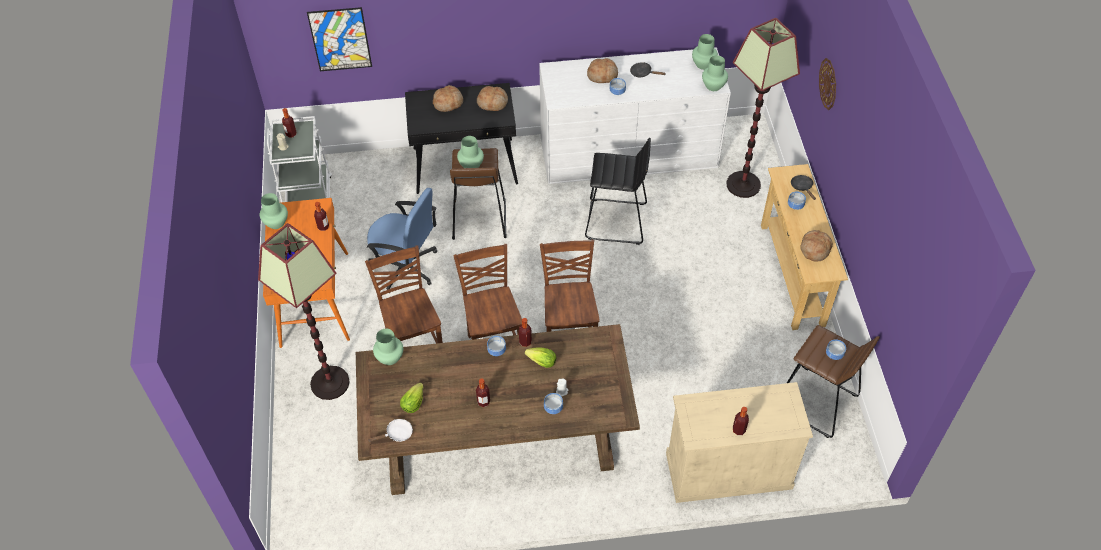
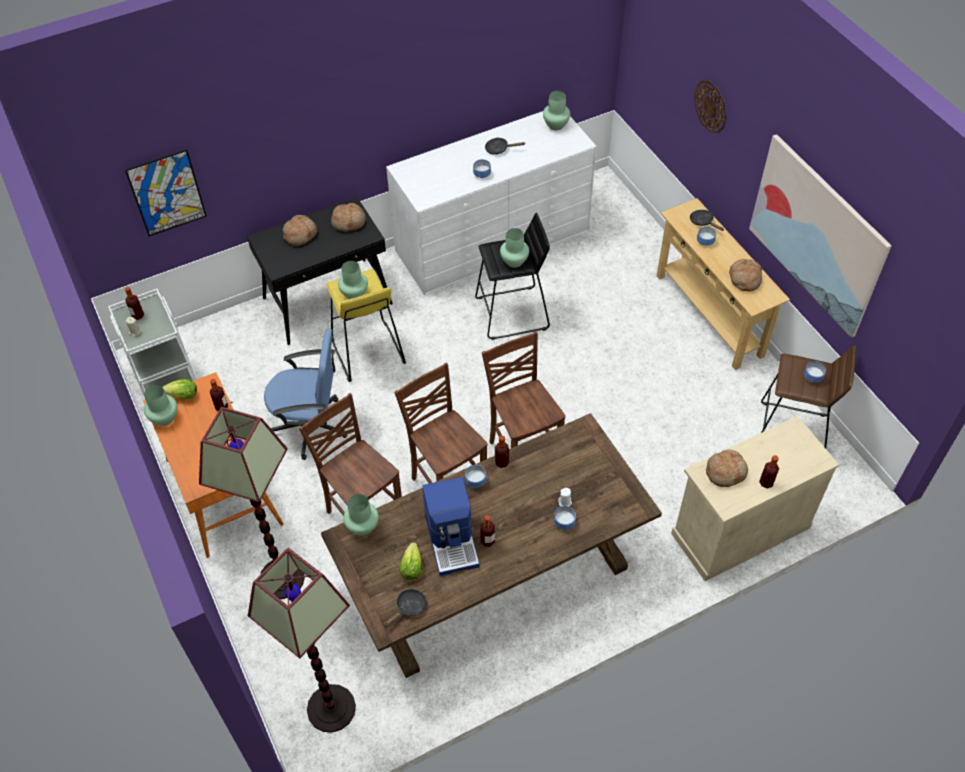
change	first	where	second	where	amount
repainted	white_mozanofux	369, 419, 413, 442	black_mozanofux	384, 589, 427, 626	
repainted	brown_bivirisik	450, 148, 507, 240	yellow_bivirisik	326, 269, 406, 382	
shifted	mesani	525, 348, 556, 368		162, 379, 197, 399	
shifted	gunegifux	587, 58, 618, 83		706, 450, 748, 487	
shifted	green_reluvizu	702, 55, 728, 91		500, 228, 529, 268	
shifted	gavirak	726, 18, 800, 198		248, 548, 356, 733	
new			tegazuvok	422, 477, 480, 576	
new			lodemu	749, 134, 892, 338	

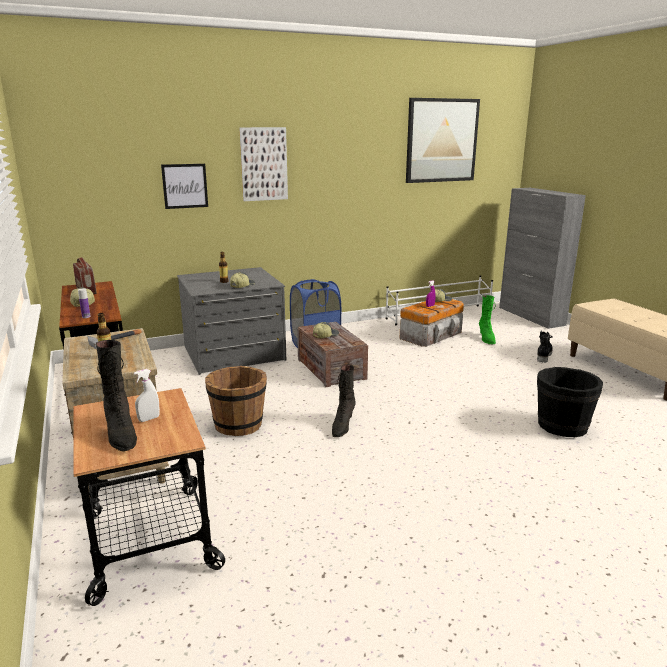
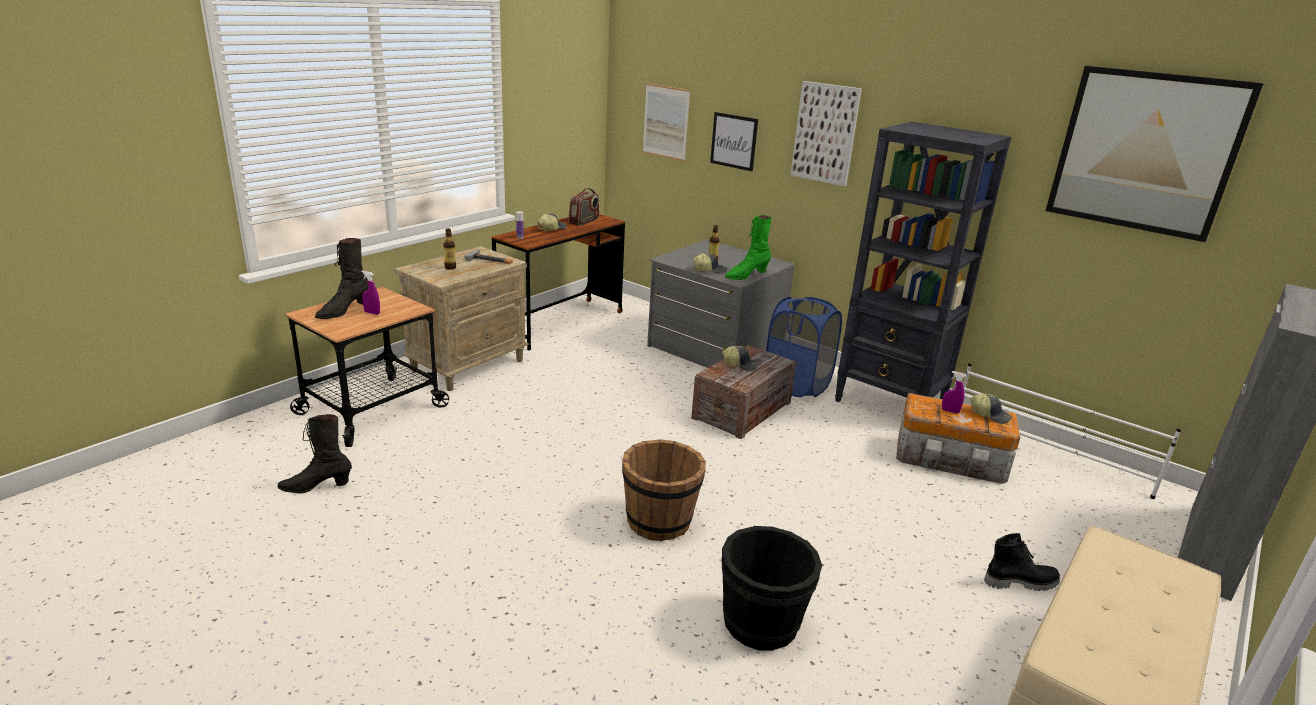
change	first	where	second	where	amount
repainted	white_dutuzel	134, 369, 160, 422	purple_dutuzel	361, 271, 380, 315	
shifted	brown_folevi	205, 366, 267, 436		622, 439, 706, 541	
shifted	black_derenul	332, 365, 356, 437		278, 414, 352, 493	
shifted	green_derenul	479, 295, 496, 344		725, 215, 772, 280	
new			lodemu	643, 84, 690, 161	
new			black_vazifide	835, 122, 1011, 402	

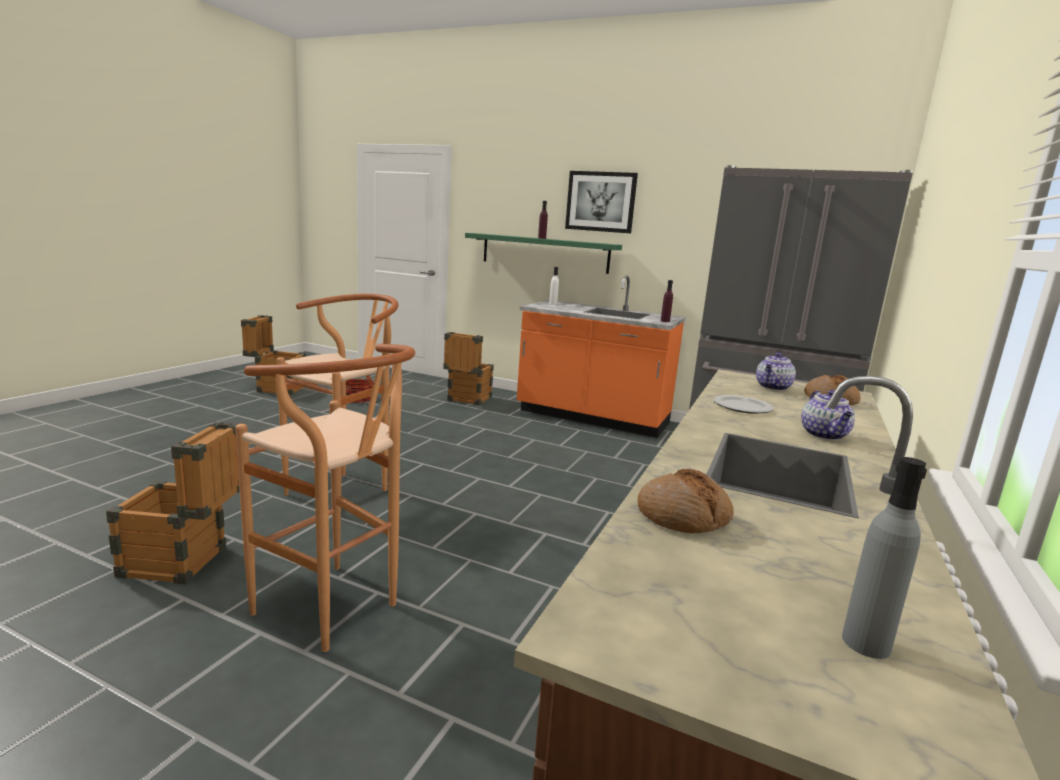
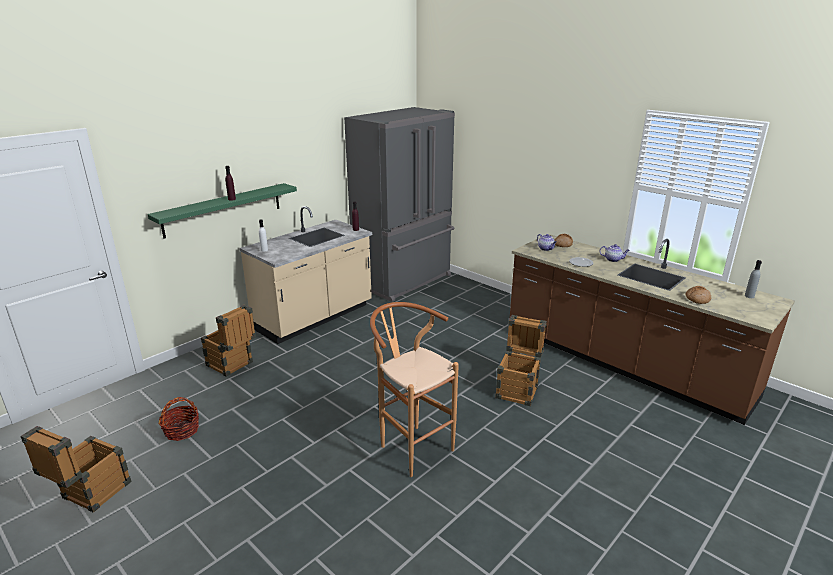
change	first	where	second	where	amount
shifted	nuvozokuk	106, 422, 240, 584		495, 315, 547, 406	
gone	brown_bivirisik	235, 344, 415, 652			
repainted	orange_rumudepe	517, 275, 686, 438	beige_rumudepe	239, 206, 372, 344	
gone	lodemu	565, 171, 638, 233			

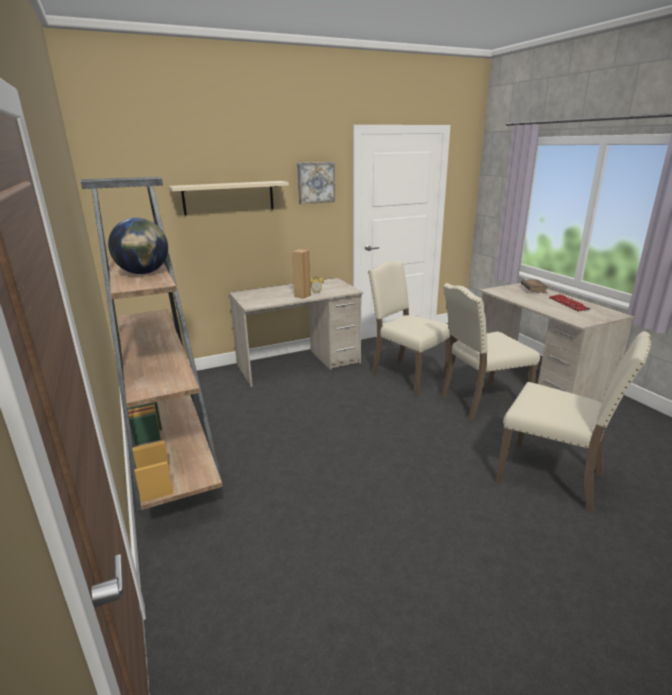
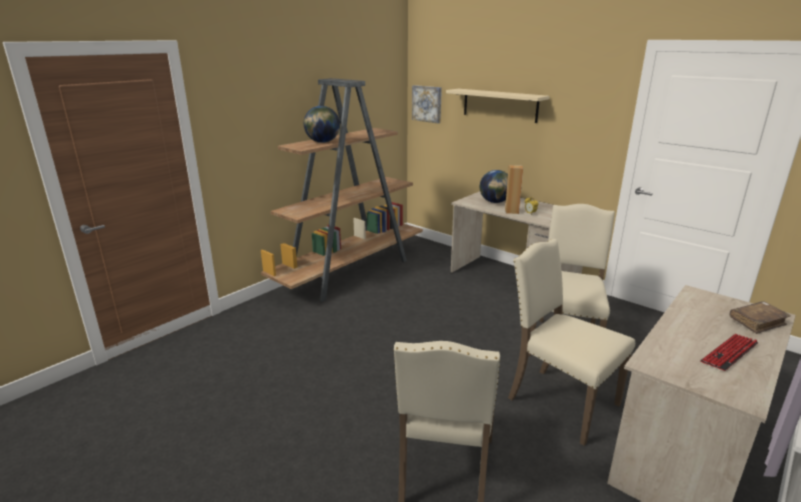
change	first	where	second	where	amount
shifted	lodemu	297, 162, 335, 204		412, 85, 442, 123	
new			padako	480, 170, 508, 203	

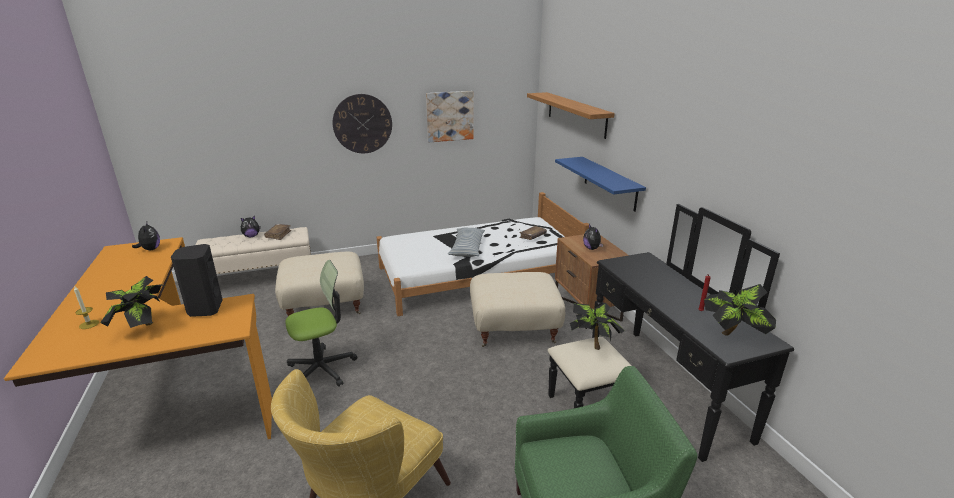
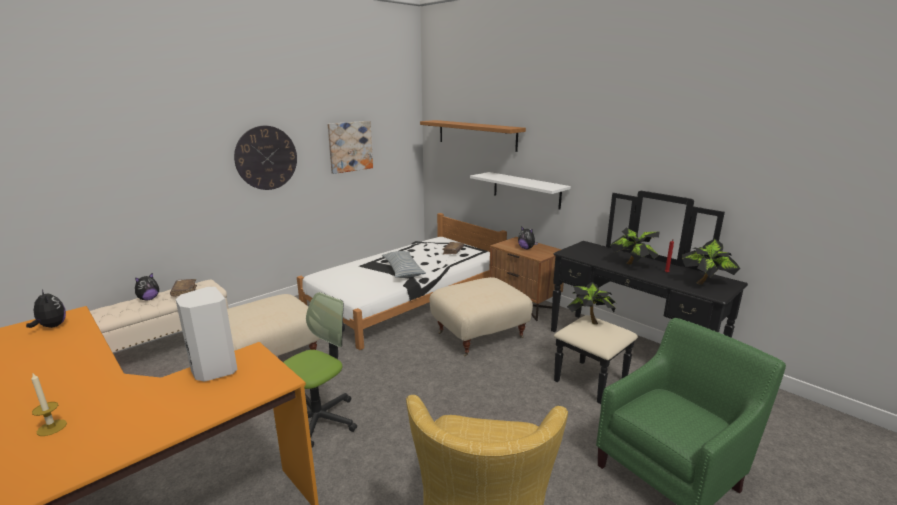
change	first	where	second	where	amount
shifted	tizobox	100, 276, 165, 328		610, 228, 659, 265	
repainted	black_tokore	171, 244, 223, 317	white_tokore	176, 287, 238, 382	
repainted	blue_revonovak	555, 157, 646, 212	white_revonovak	470, 172, 571, 209	

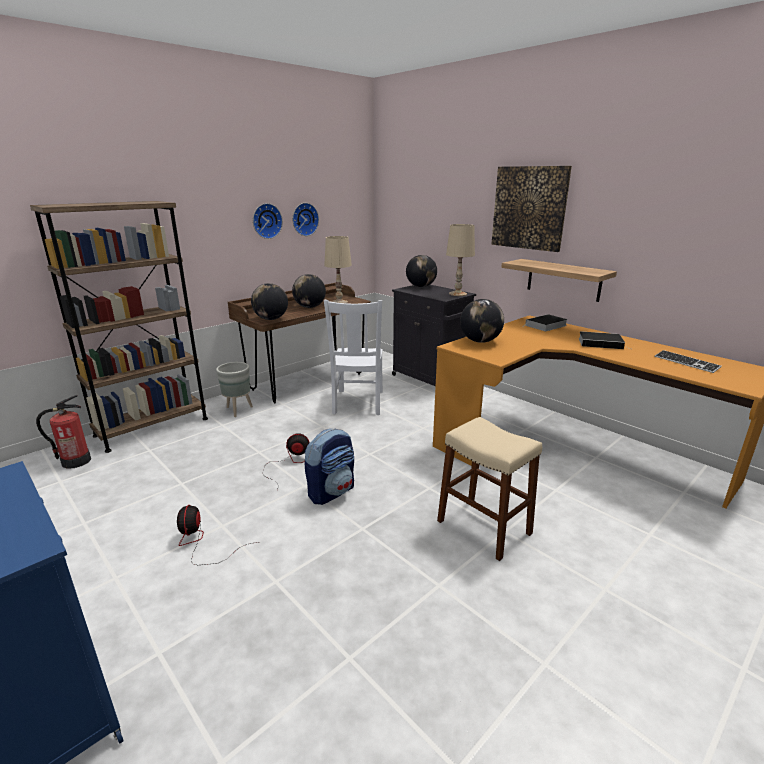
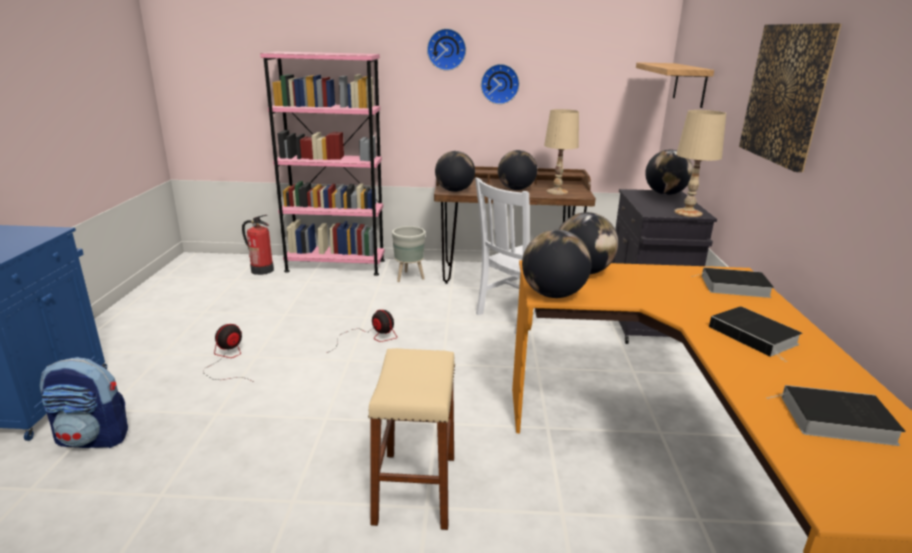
change	first	where	second	where	amount
repainted	brown_vazifide	30, 201, 208, 453	pink_vazifide	260, 52, 385, 276	
shifted	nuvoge	292, 203, 319, 236		427, 28, 466, 71	
shifted	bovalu	305, 428, 354, 505		40, 357, 128, 448	
shifted	revonovak	501, 259, 617, 302		636, 62, 714, 108	
swapped	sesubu	655, 350, 722, 373	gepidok	766, 385, 906, 446	
new			padako	522, 230, 592, 298	

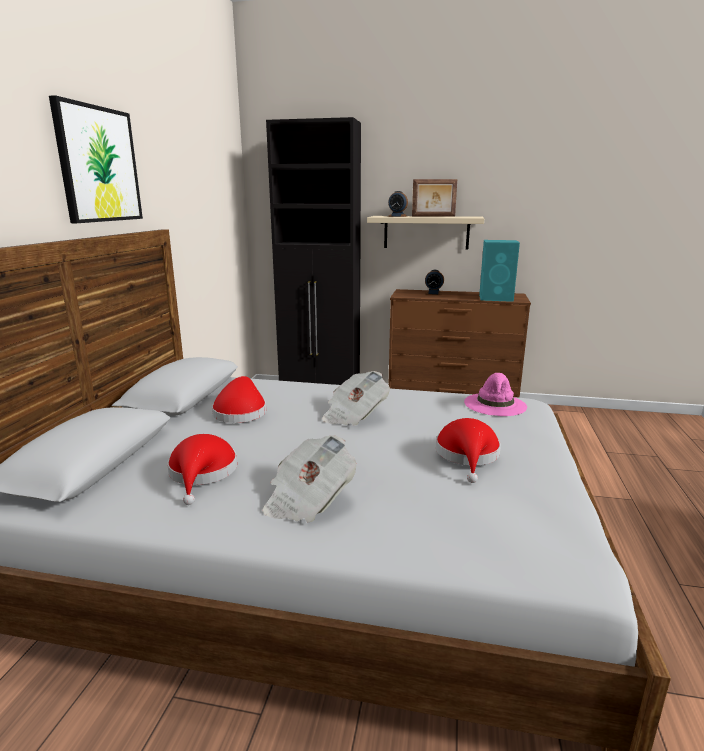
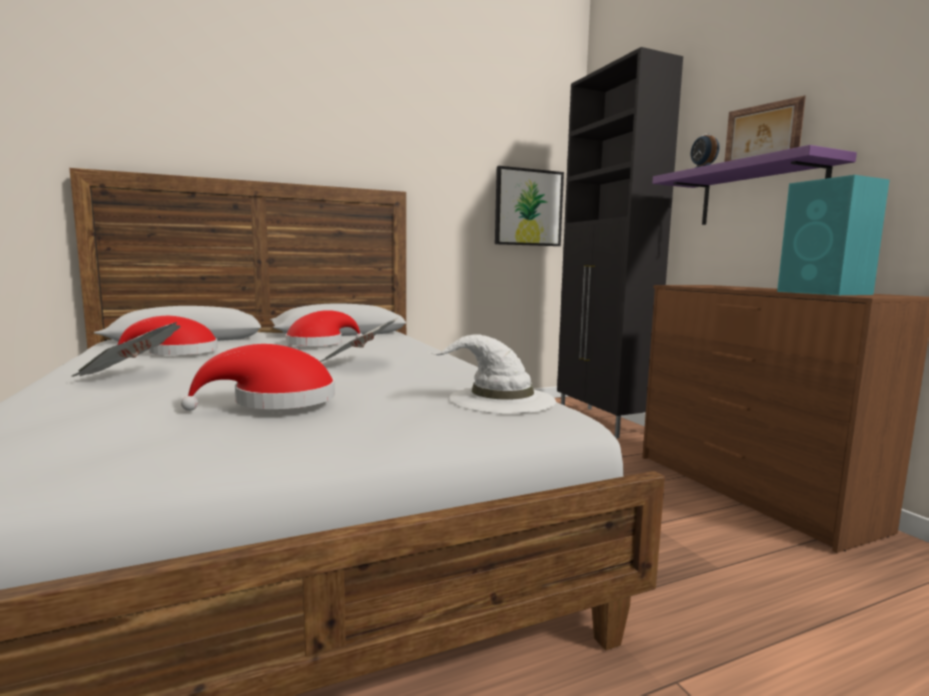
change	first	where	second	where	amount
shifted	lodemu	49, 95, 143, 223		495, 166, 564, 246	
repainted	beige_revonovak	367, 216, 484, 250	purple_revonovak	652, 145, 857, 225	
gone	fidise	425, 270, 444, 295			
repainted	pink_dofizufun	464, 373, 527, 416	white_dofizufun	428, 335, 556, 414	

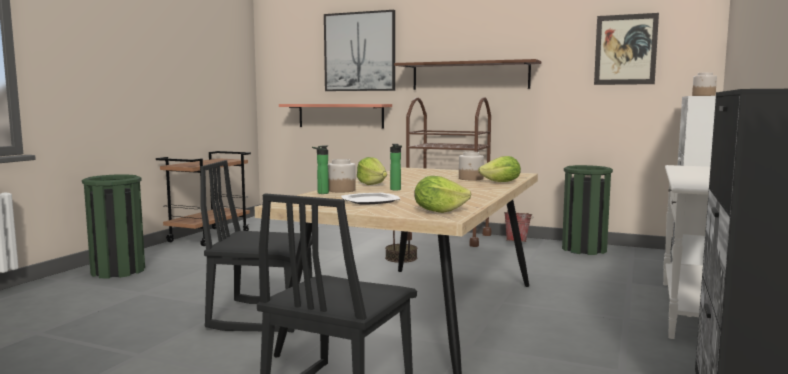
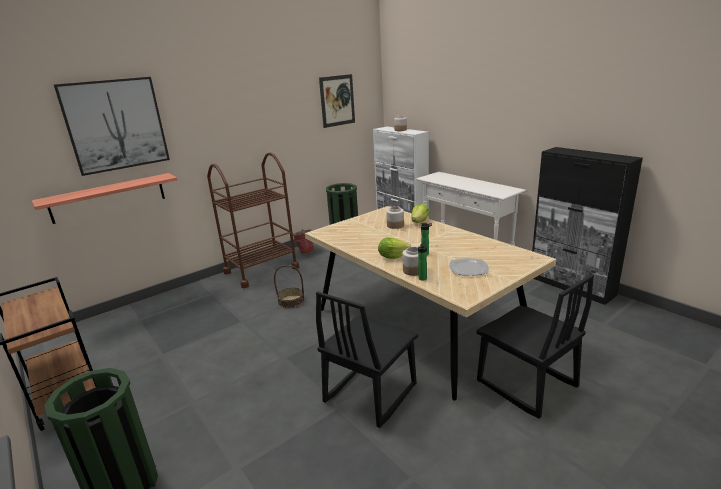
change	first	where	second	where	amount
gone	brown_revonovak	394, 59, 541, 90			
gone	mesani	414, 176, 471, 213			

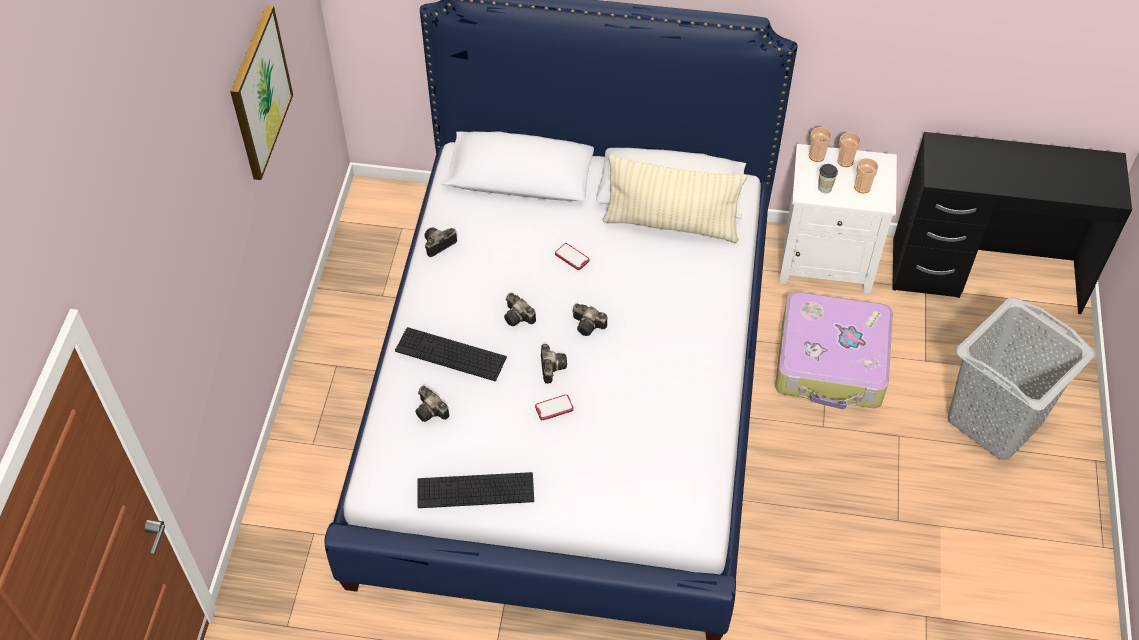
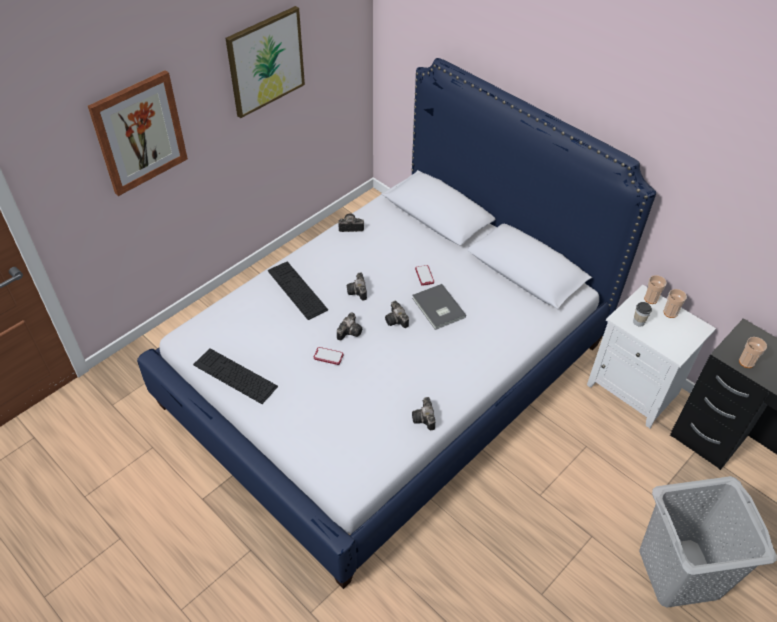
change	first	where	second	where	amount
shifted	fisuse	416, 386, 449, 422		412, 397, 435, 430	
gone	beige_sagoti	602, 155, 747, 243			
gone	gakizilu	775, 292, 893, 409			
shifted	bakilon	854, 158, 878, 193		739, 337, 767, 368	
new			lodemu	88, 70, 188, 196	
new			grey_gepidok	412, 284, 466, 330	

